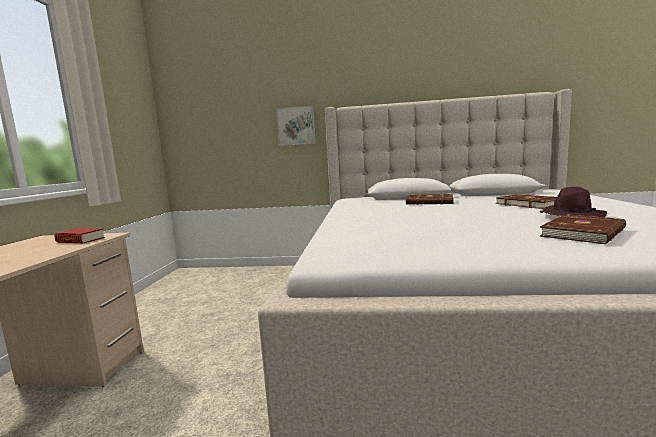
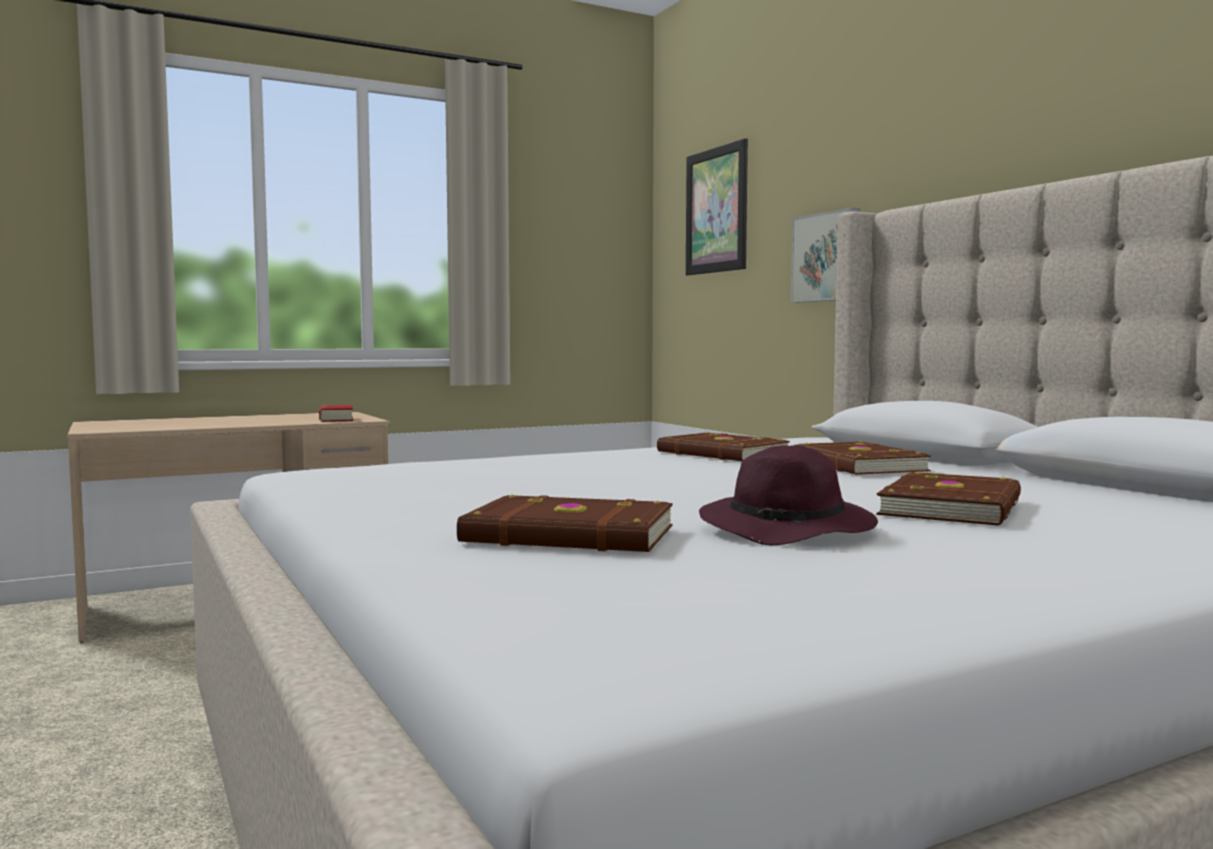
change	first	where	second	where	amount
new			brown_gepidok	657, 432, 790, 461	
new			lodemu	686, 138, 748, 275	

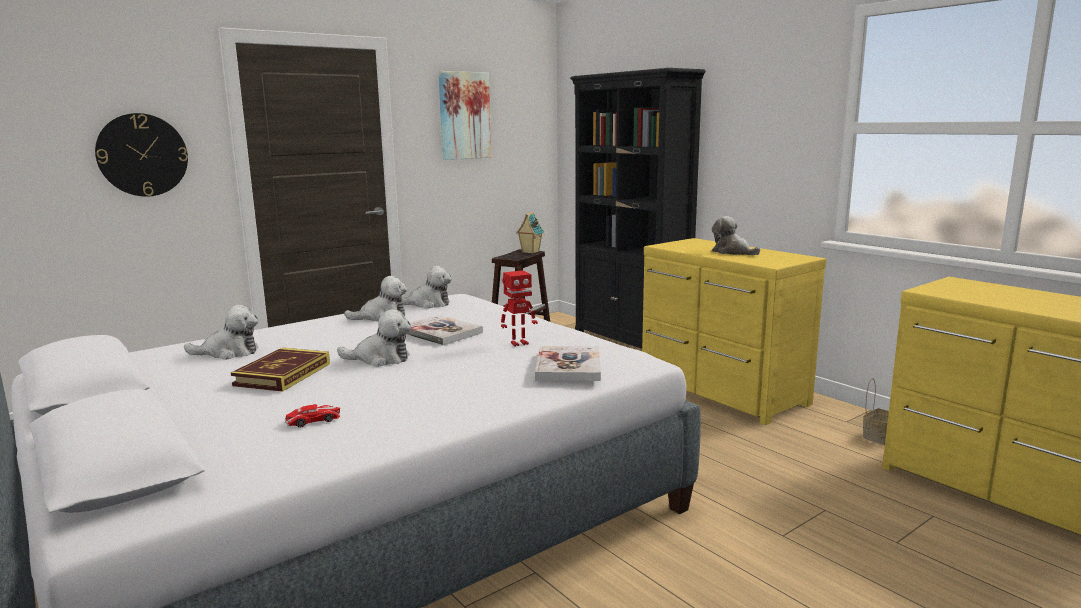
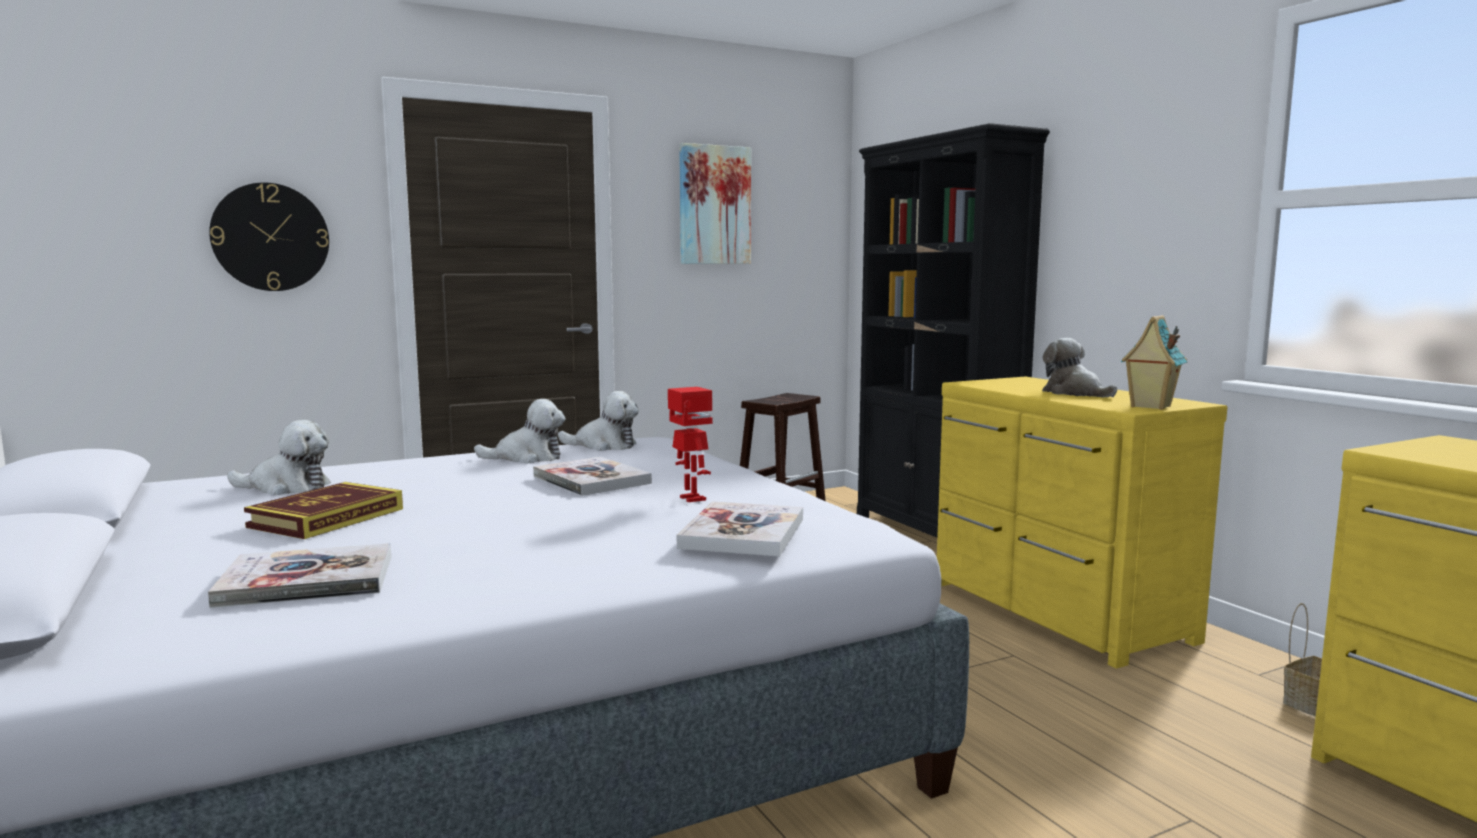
change	first	where	second	where	amount
swapped	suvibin	285, 404, 340, 428	gepidok	208, 543, 391, 608	
gone	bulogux	337, 309, 411, 367			
rotated	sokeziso	501, 270, 538, 347		668, 387, 713, 502	105 degrees counterclockwise
shifted	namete	516, 212, 544, 254		1121, 315, 1187, 410	

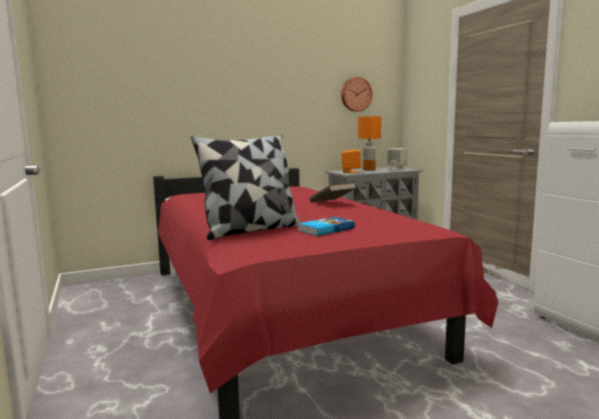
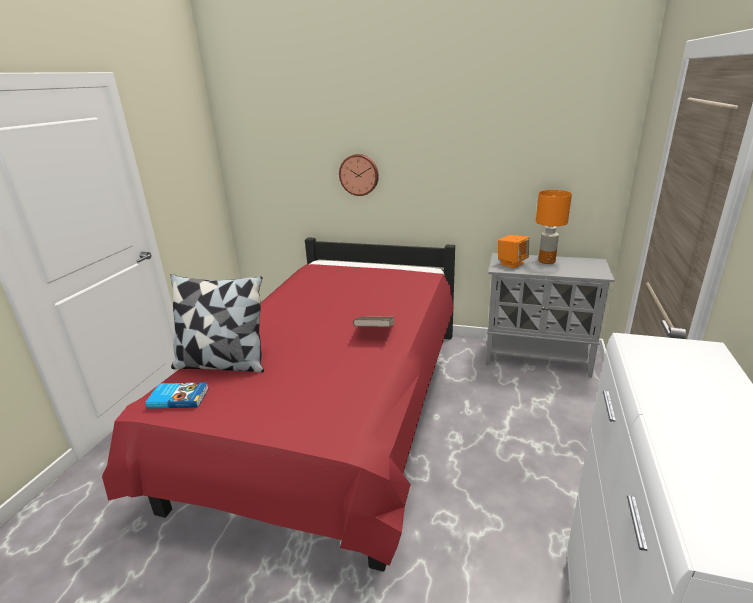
change	first	where	second	where	amount
shifted	gepidok	298, 217, 355, 236		145, 382, 209, 408	
shifted	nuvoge	341, 77, 372, 112		339, 154, 379, 196	
gone	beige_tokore	386, 148, 408, 170			

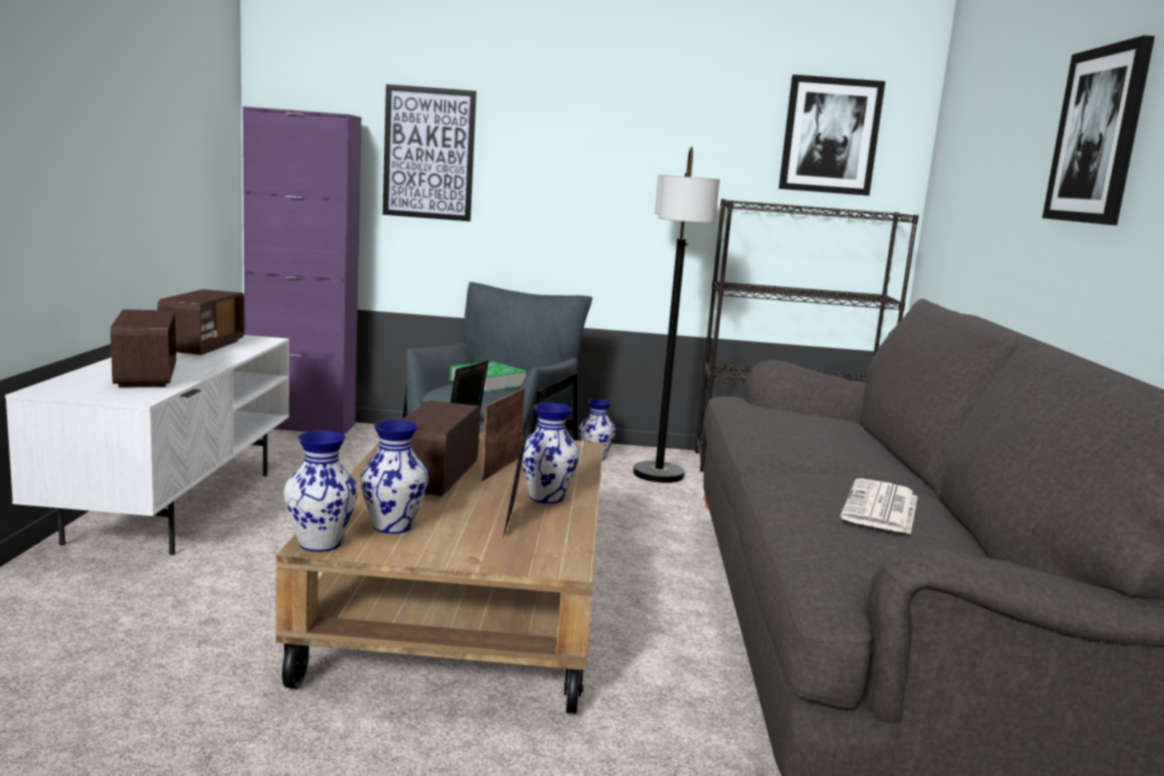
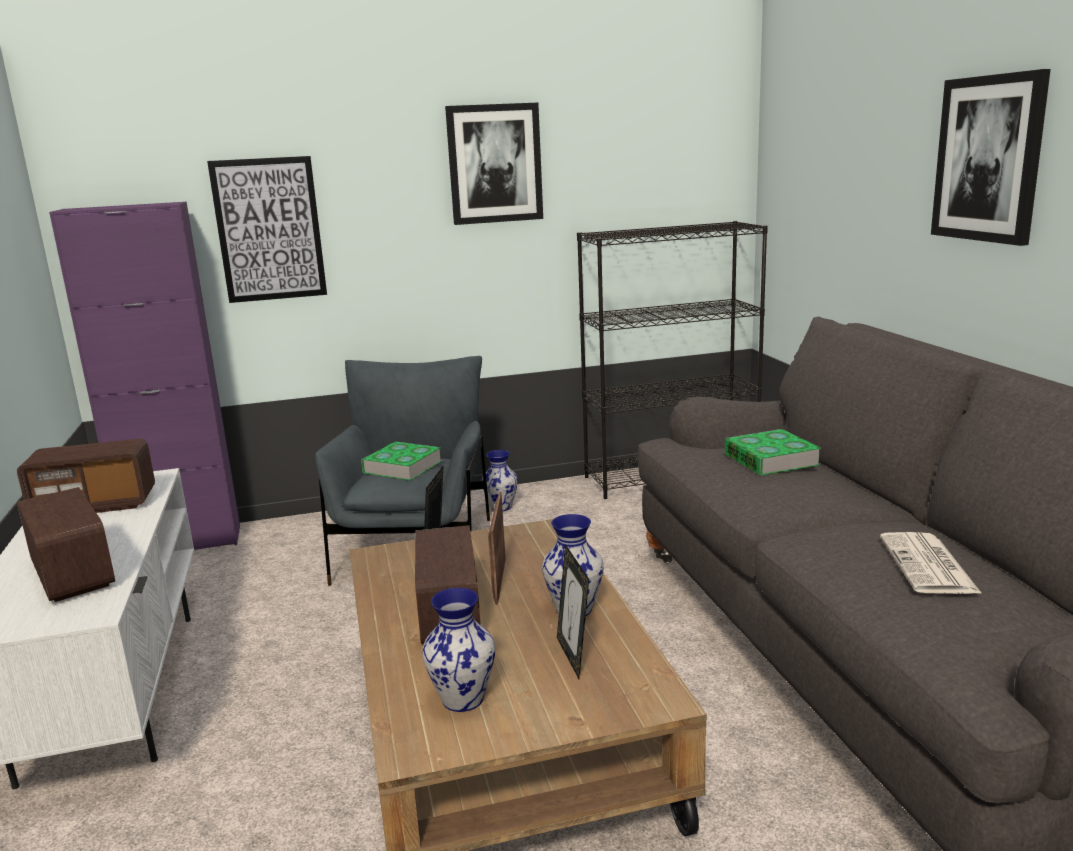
change	first	where	second	where	amount
rotated	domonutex	157, 289, 245, 355		17, 439, 155, 513	90 degrees clockwise
gone	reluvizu	284, 431, 358, 552			
gone	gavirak	633, 146, 720, 483			
shifted	lodemu	779, 75, 885, 196		445, 103, 543, 225	
new			gepidok	725, 429, 821, 476	

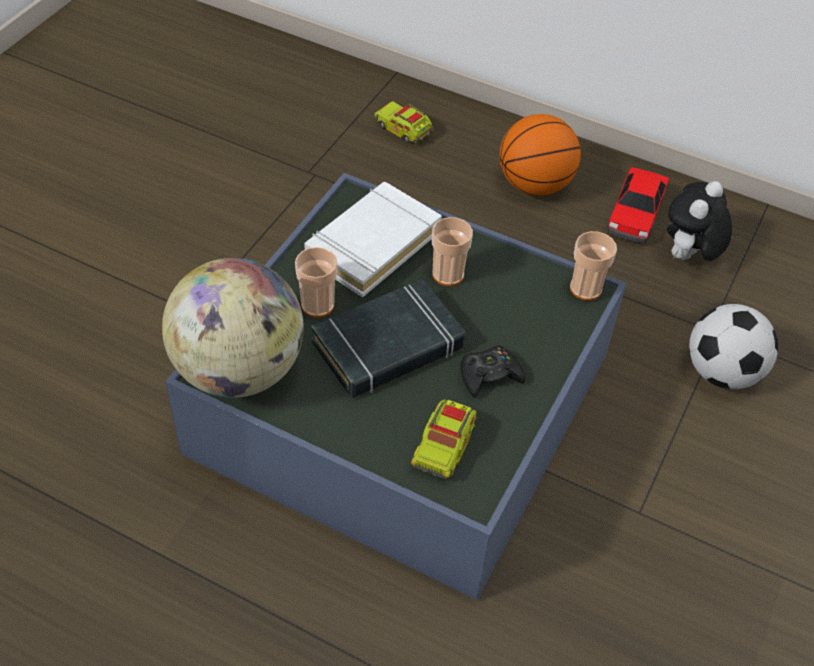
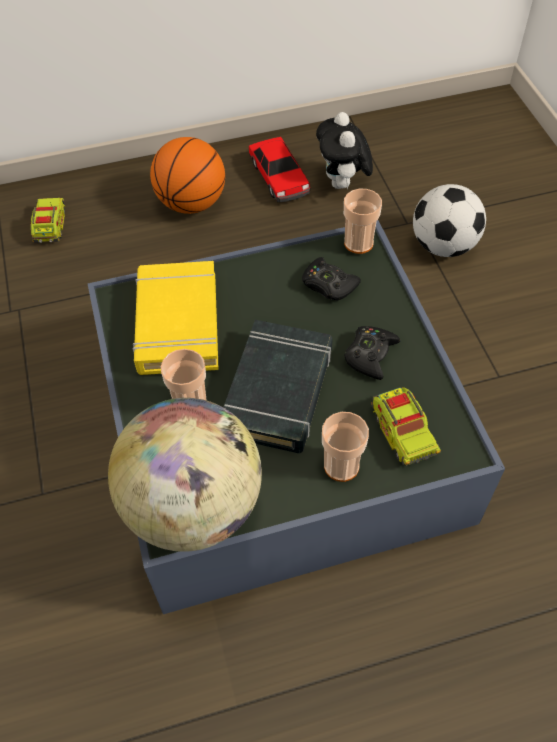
change	first	where	second	where	amount
repainted	white_gepidok	304, 182, 442, 298	yellow_gepidok	132, 261, 219, 375	
rotated	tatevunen	374, 101, 433, 144		30, 198, 65, 243	90 degrees clockwise
shifted	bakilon	432, 217, 473, 286		322, 412, 369, 482	
new			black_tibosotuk	302, 257, 361, 301	

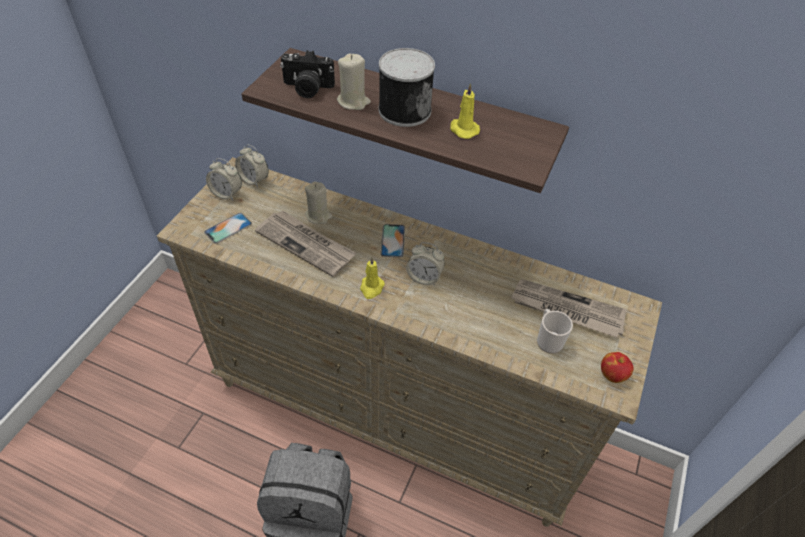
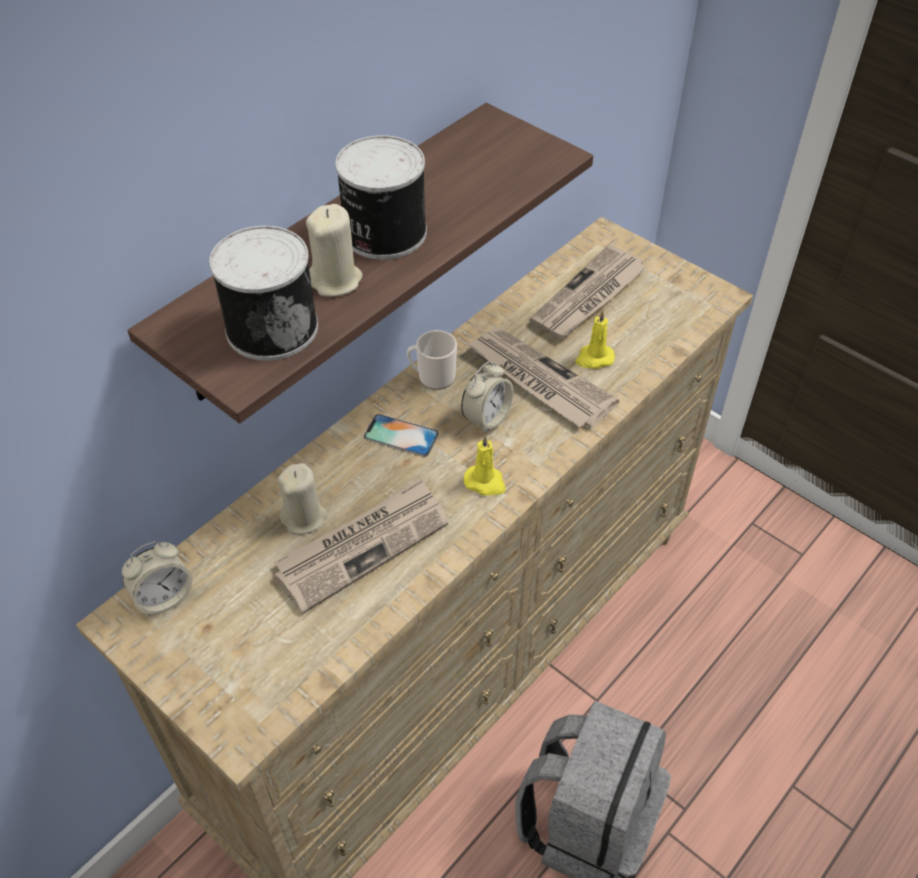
change	first	where	second	where	amount
gone	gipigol	204, 213, 252, 243			
gone	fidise	206, 158, 242, 200			
swapped	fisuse	280, 50, 335, 98	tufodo	209, 226, 318, 361	
shifted	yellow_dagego	450, 83, 480, 139		575, 310, 615, 369	
shifted	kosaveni	537, 309, 573, 354		407, 330, 457, 390	
gone	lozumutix	601, 352, 634, 383			
new			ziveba	466, 328, 619, 428	

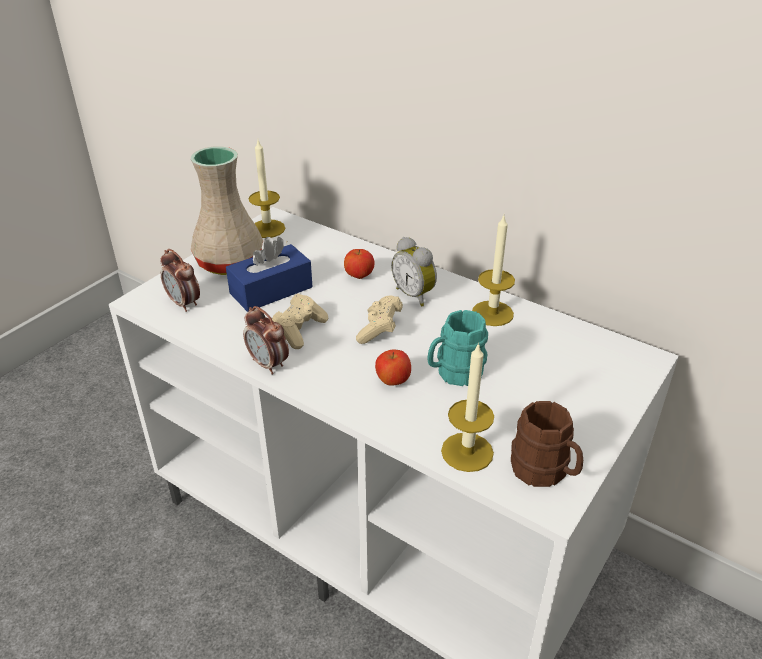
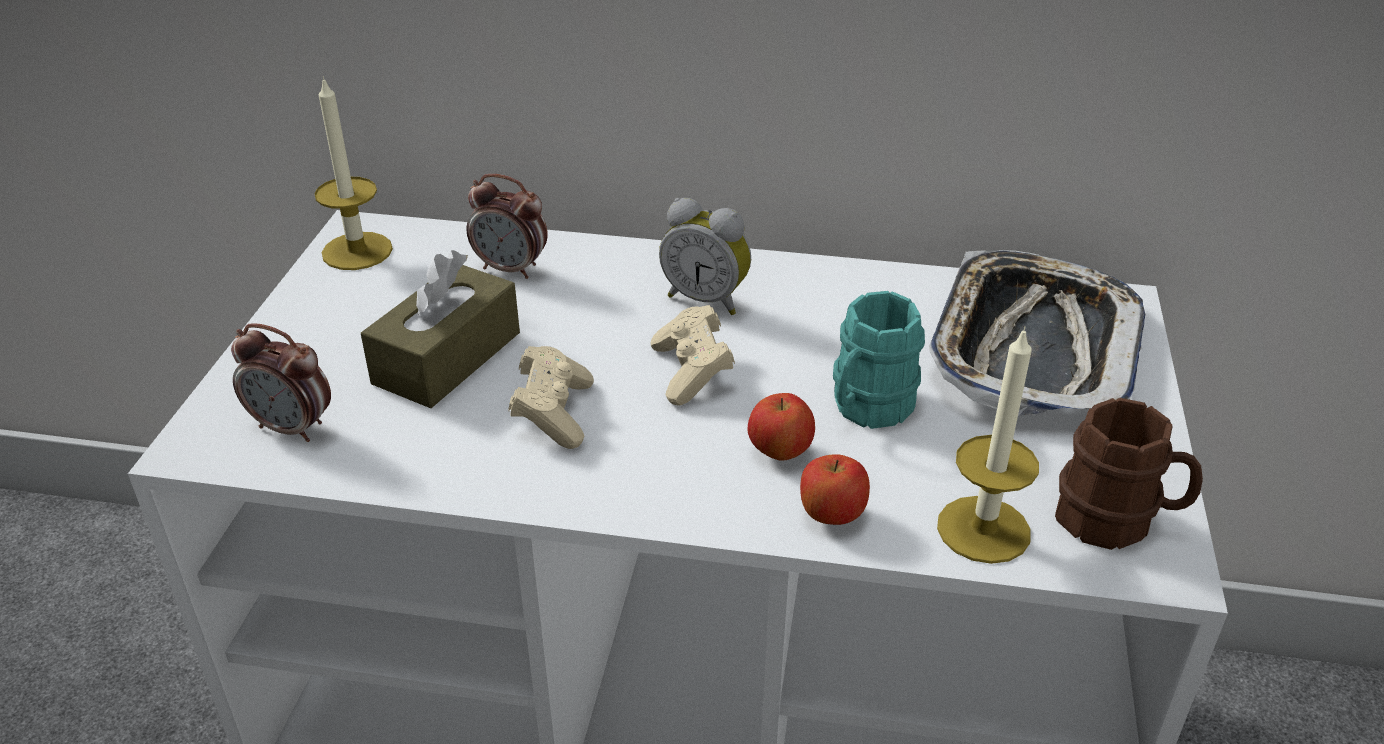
change	first	where	second	where	amount
gone	beige_reluvizu	190, 146, 263, 275			
repainted	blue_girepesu	226, 237, 313, 312	brown_girepesu	361, 250, 520, 408	
shifted	fidise	243, 306, 289, 375		466, 174, 548, 279	
shifted	lozumutix	344, 249, 375, 279		800, 454, 870, 525	
gone	dagego	472, 216, 515, 326			
new			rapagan	929, 250, 1145, 416	

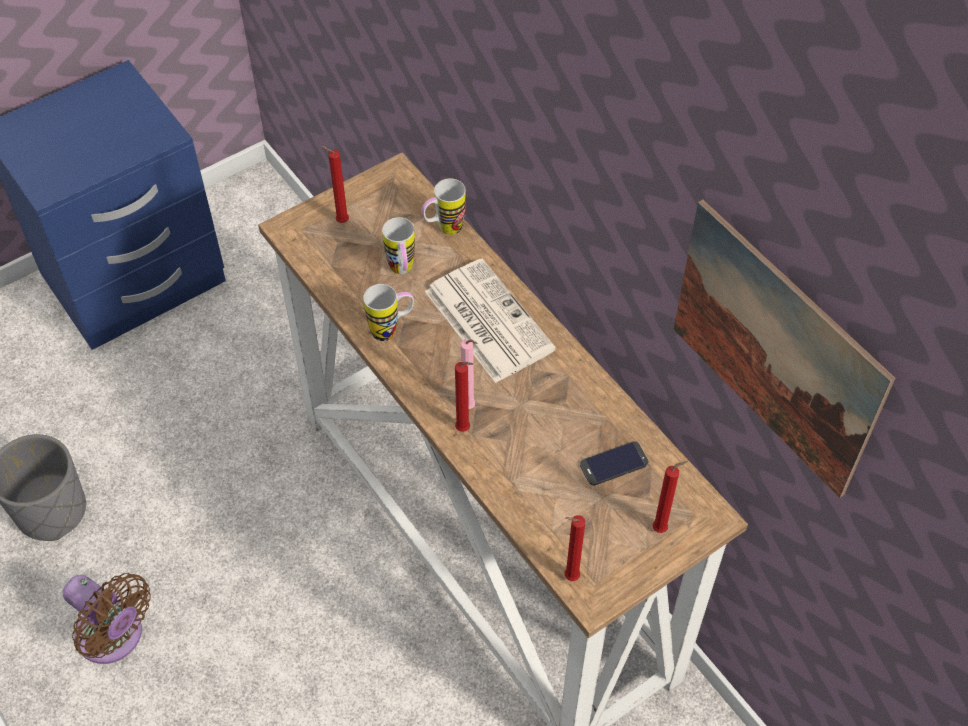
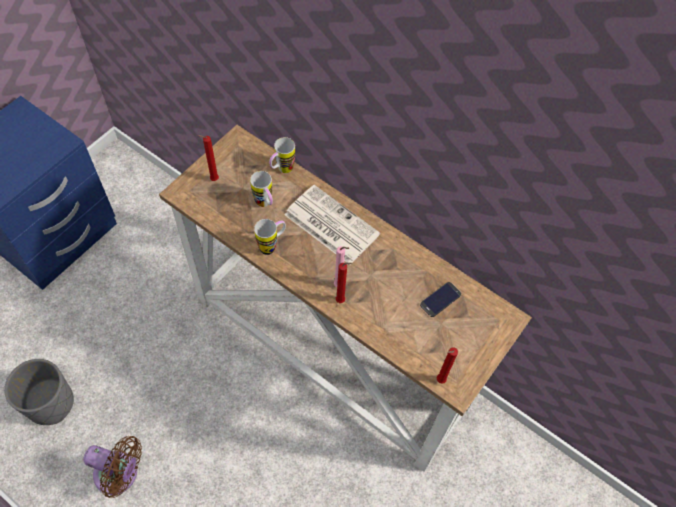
change	first	where	second	where	amount
gone	red_dagego	653, 461, 688, 533			
gone	lodemu	673, 199, 895, 498			

